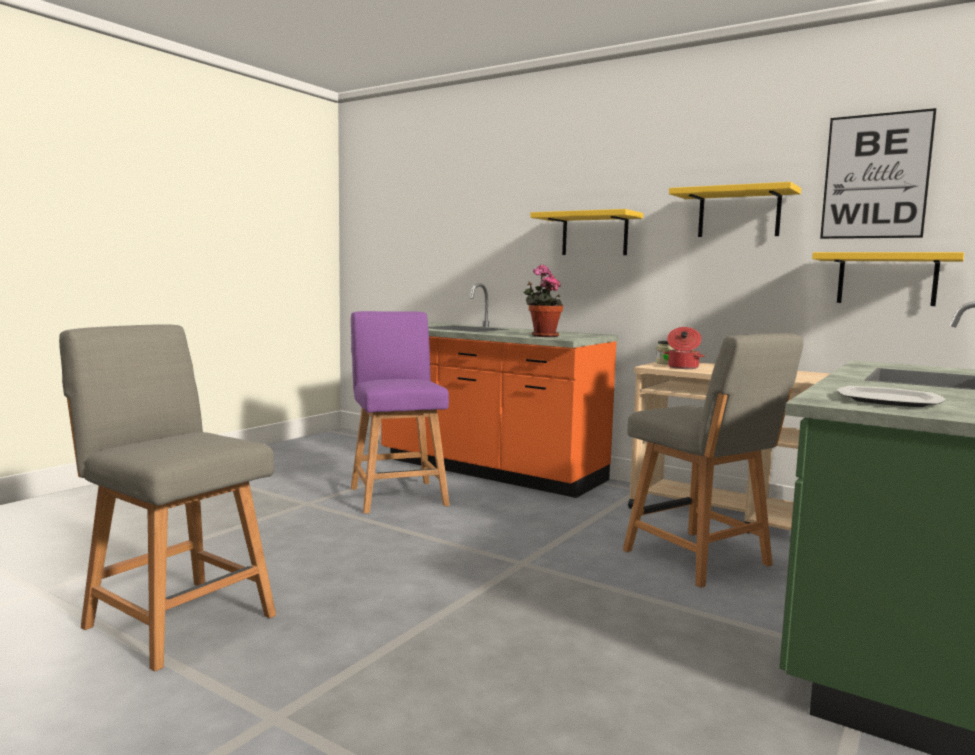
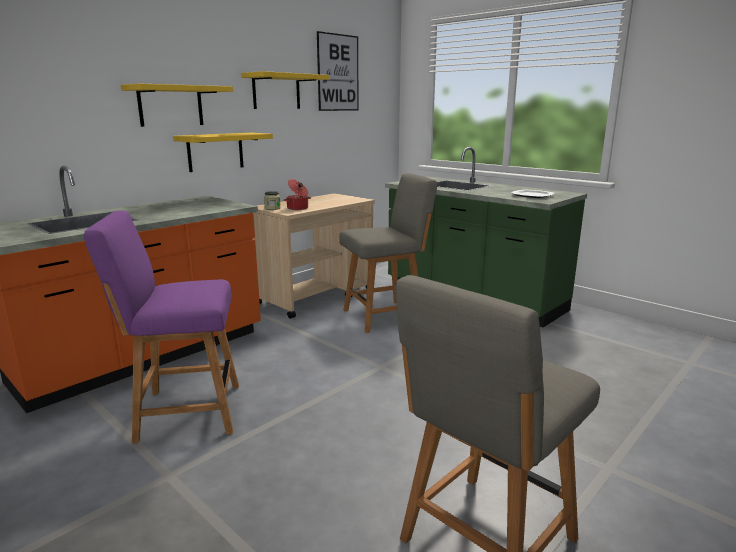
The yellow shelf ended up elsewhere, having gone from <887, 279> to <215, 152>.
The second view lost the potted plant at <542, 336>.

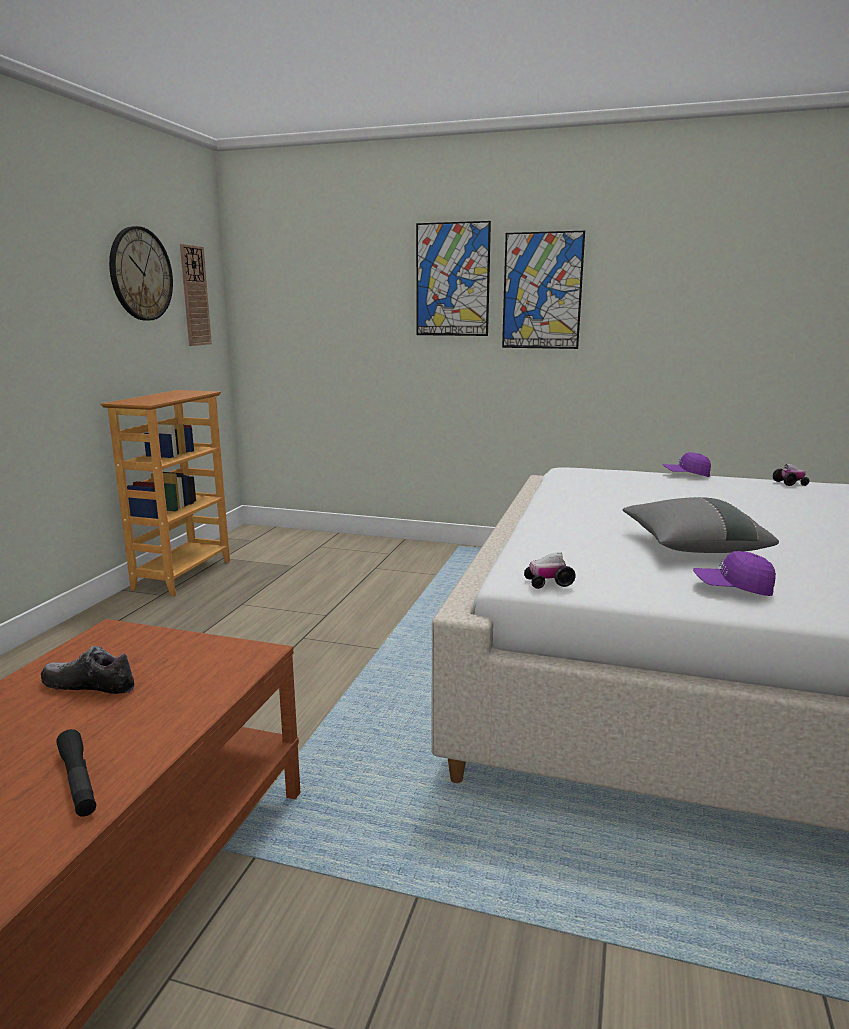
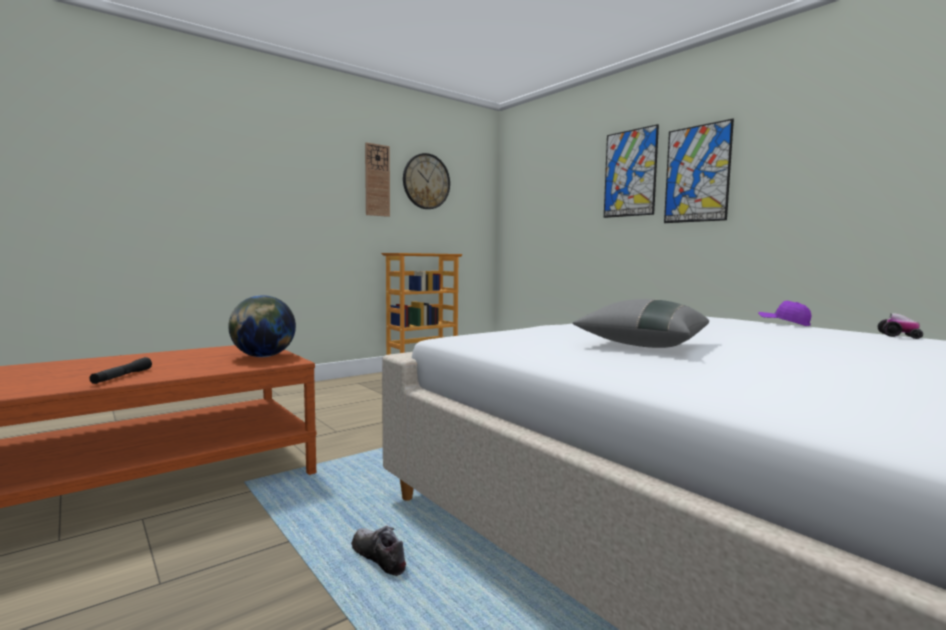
The second view gained the globe at <263, 356>.
The shoe ended up elsewhere, having gone from <88, 685> to <378, 557>.
The wall clock ended up elsewhere, having gone from <195, 296> to <377, 180>.
The second view lost the toy car at <548, 582>.
The second view lost the purple cap at <732, 588>.

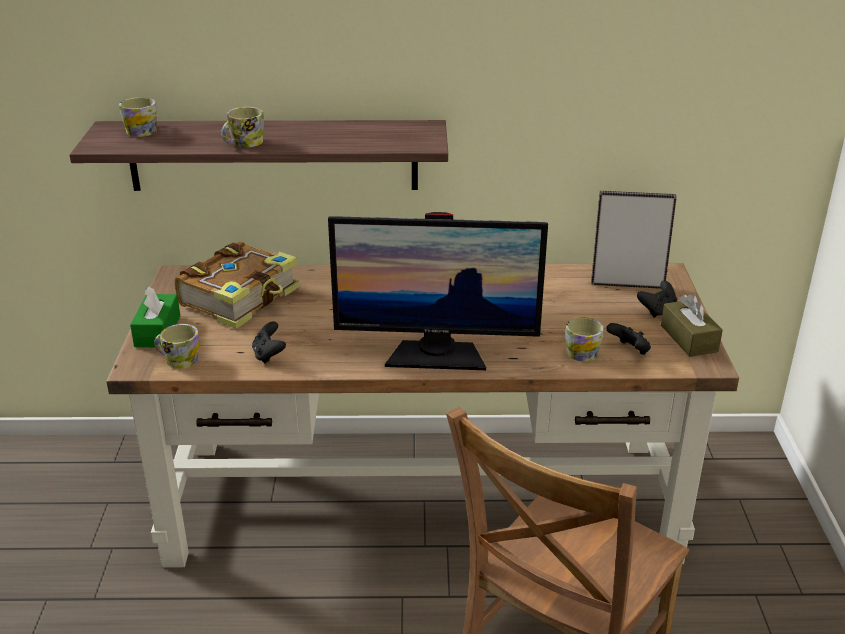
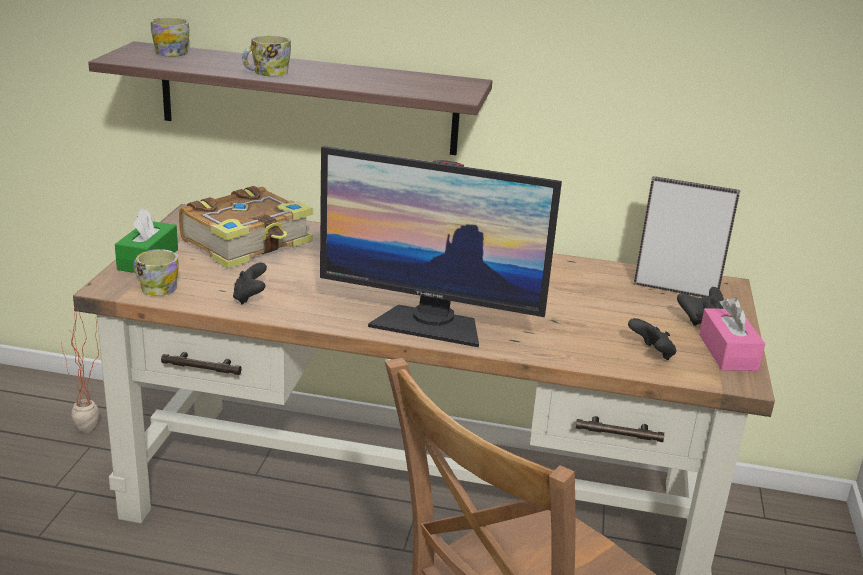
The second view gained the potted plant at <90, 434>.
What was the brown tissue box at <689, 338> turned into the pink tissue box at <727, 352>.
The second view lost the mug at <582, 351>.

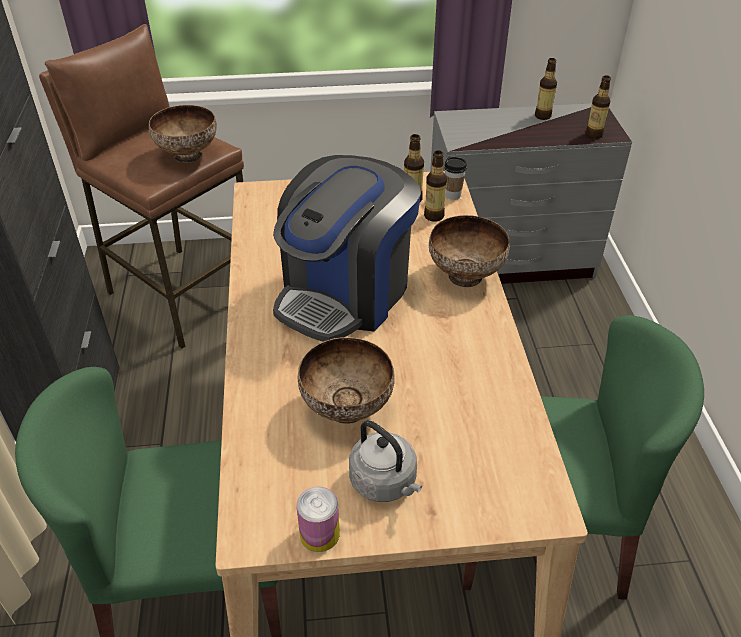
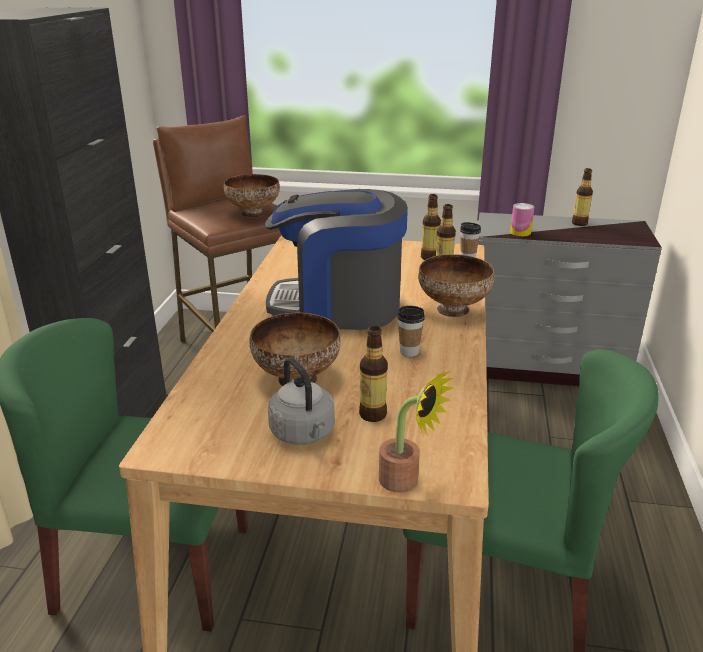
The coffee machine at <345, 293> ended up facing another way, 45 degrees clockwise from before.
The bottle ended up elsewhere, having gone from <593, 135> to <373, 415>.
The second view gained the potted plant at <406, 482>.
The second view gained the cup at <409, 352>.
The can ended up elsewhere, having gone from <319, 534> to <520, 232>.

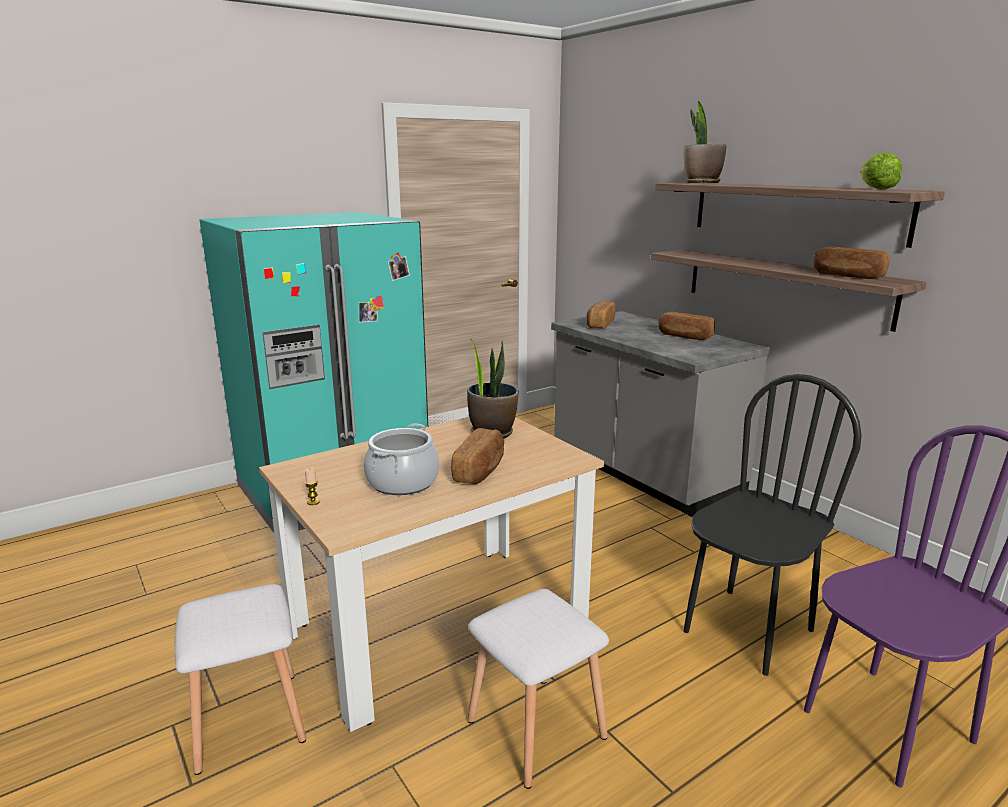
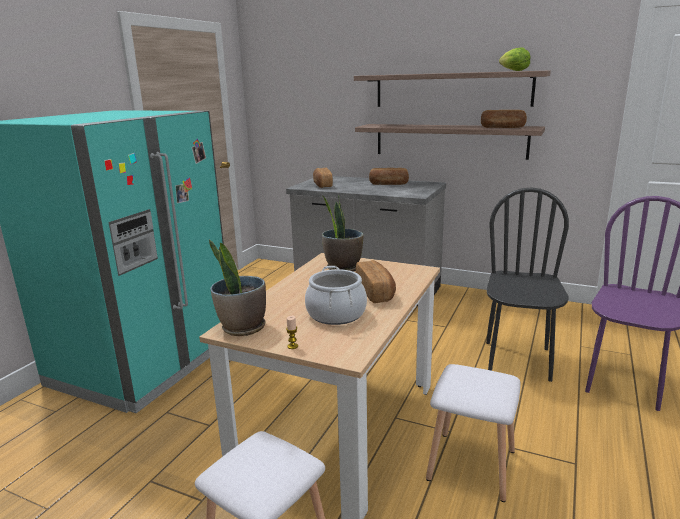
The potted plant ended up elsewhere, having gone from <701, 183> to <242, 328>.

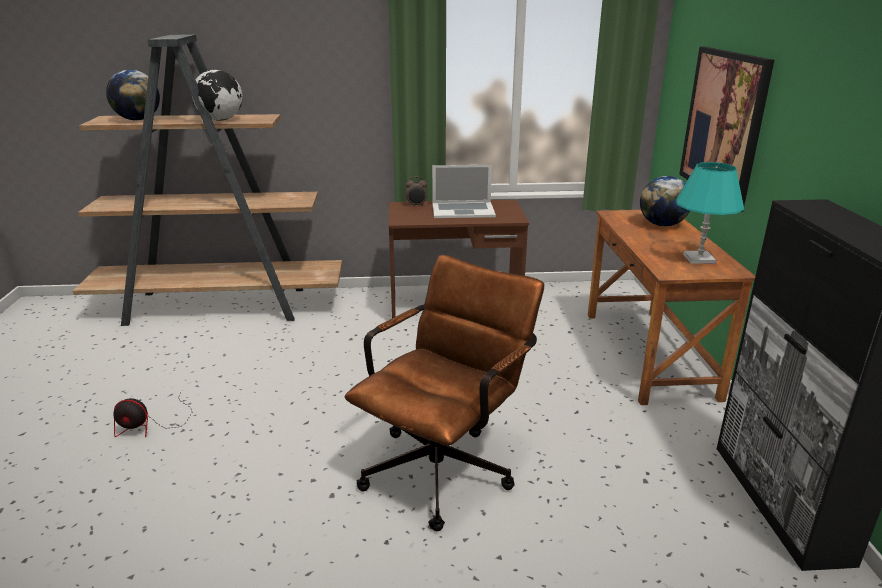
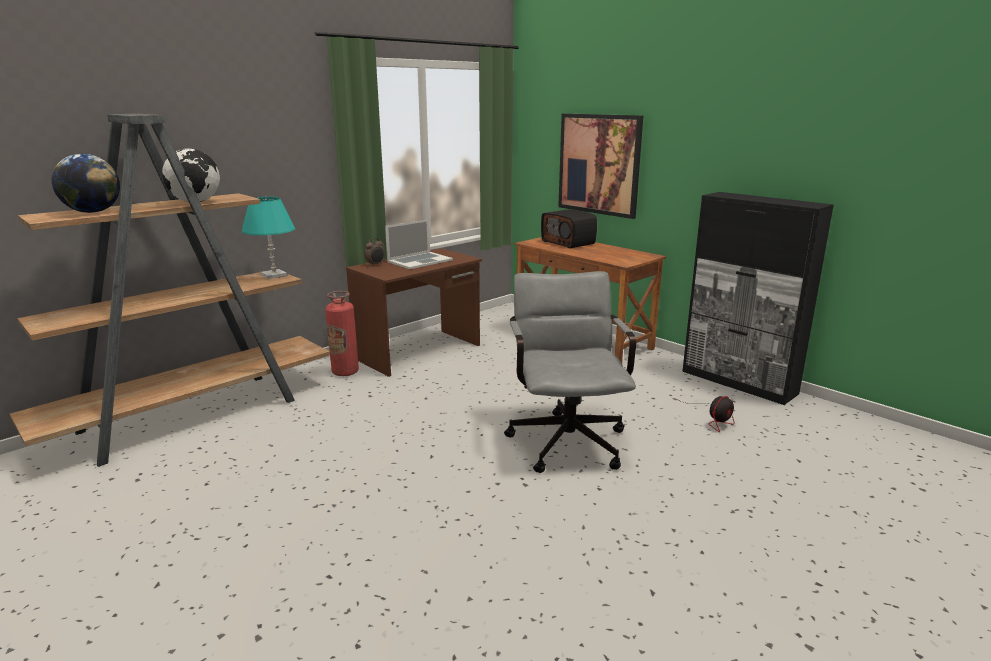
The turquoise table lamp ended up elsewhere, having gone from <699, 259> to <274, 275>.
The second view gained the fire extinguisher at <345, 372>.
What was the brown office chair at <445, 465> turned into the grey office chair at <566, 437>.
Where the globe stood at <662, 225>, the radio came to stand at <569, 242>.
The fan ended up elsewhere, having gone from <151, 424> to <715, 419>.

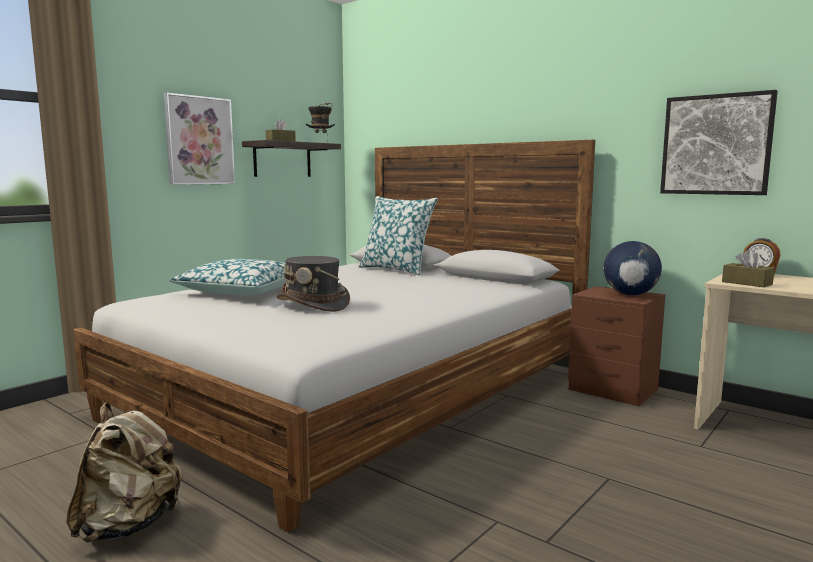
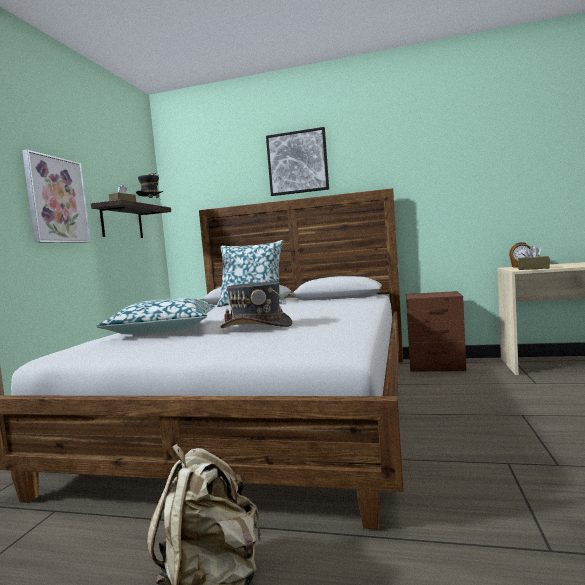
The picture ended up elsewhere, having gone from <716, 145> to <297, 162>.
The second view lost the globe at <630, 294>.

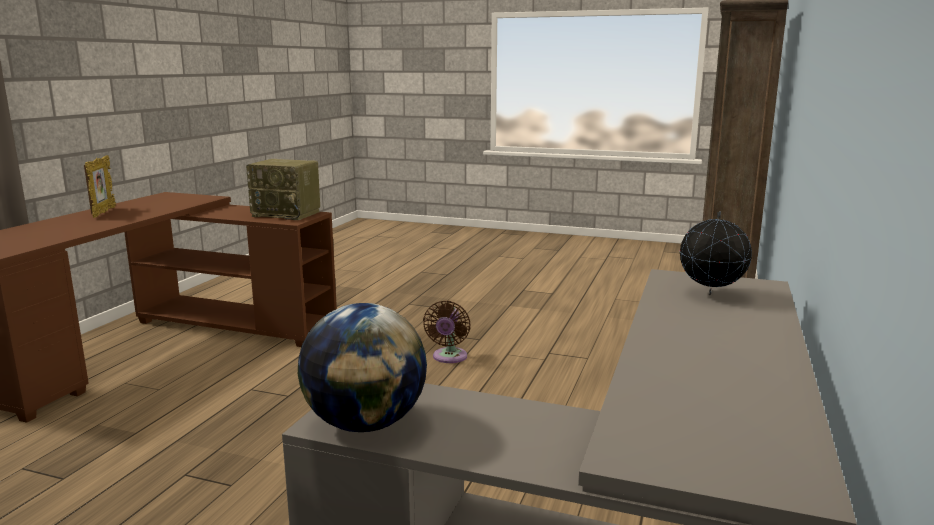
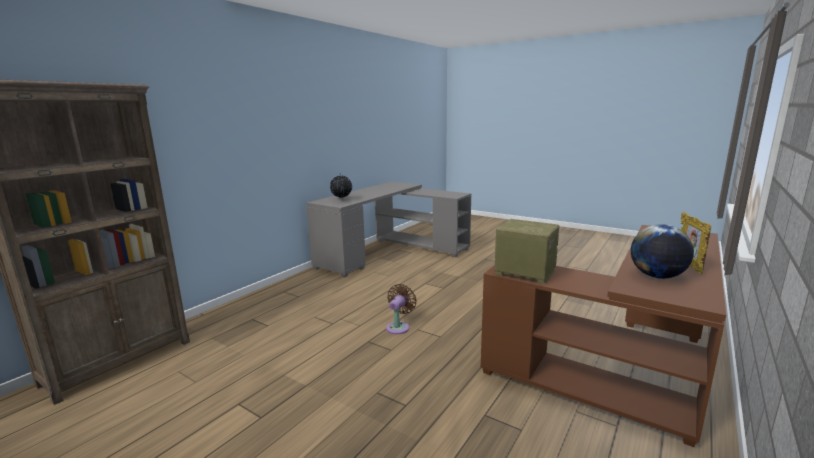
The globe ended up elsewhere, having gone from <365, 423> to <657, 276>.

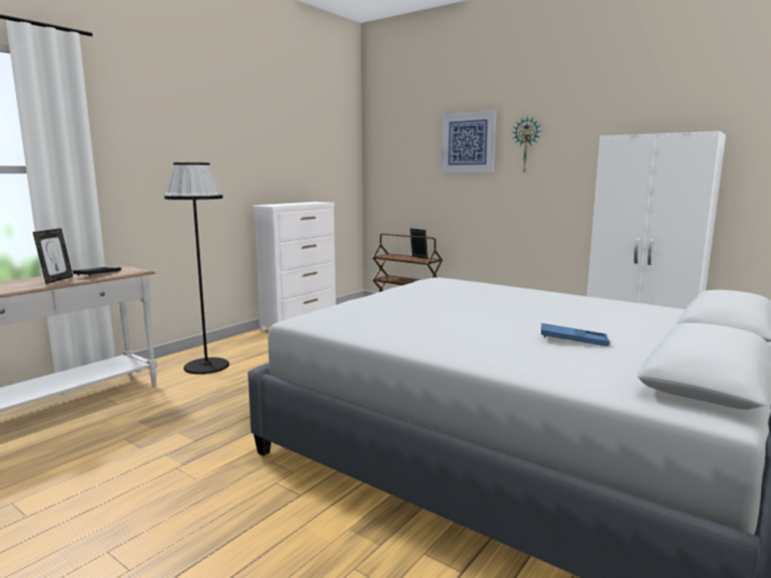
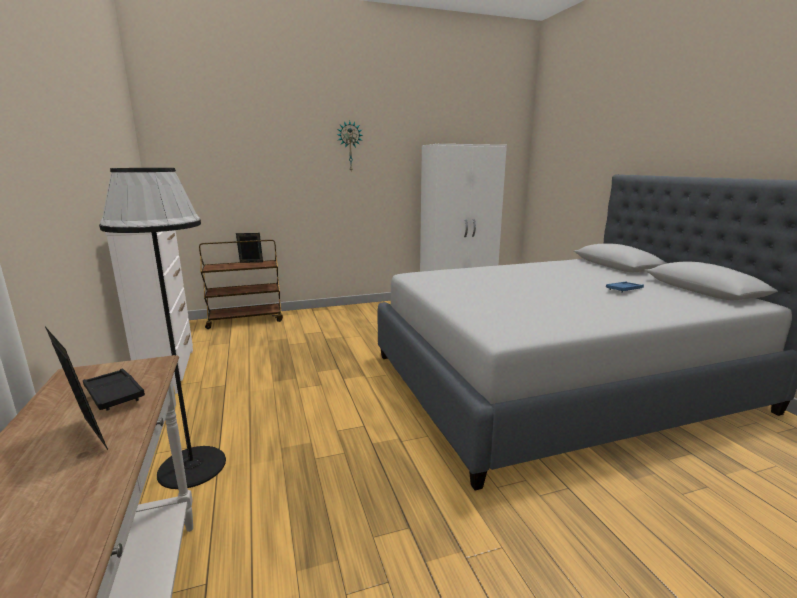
The second view lost the picture at <468, 142>.

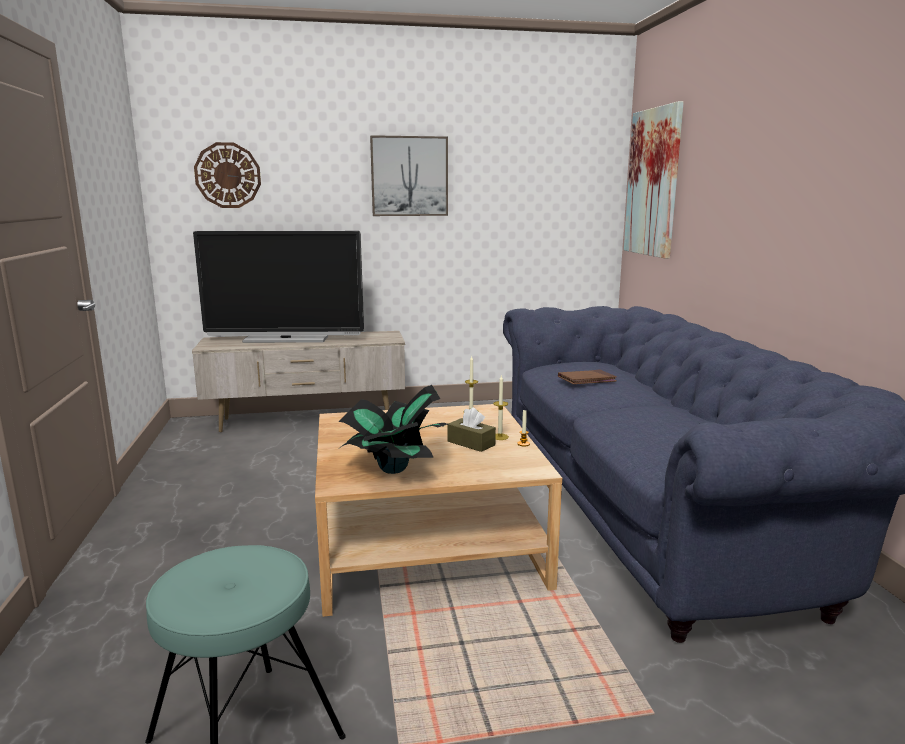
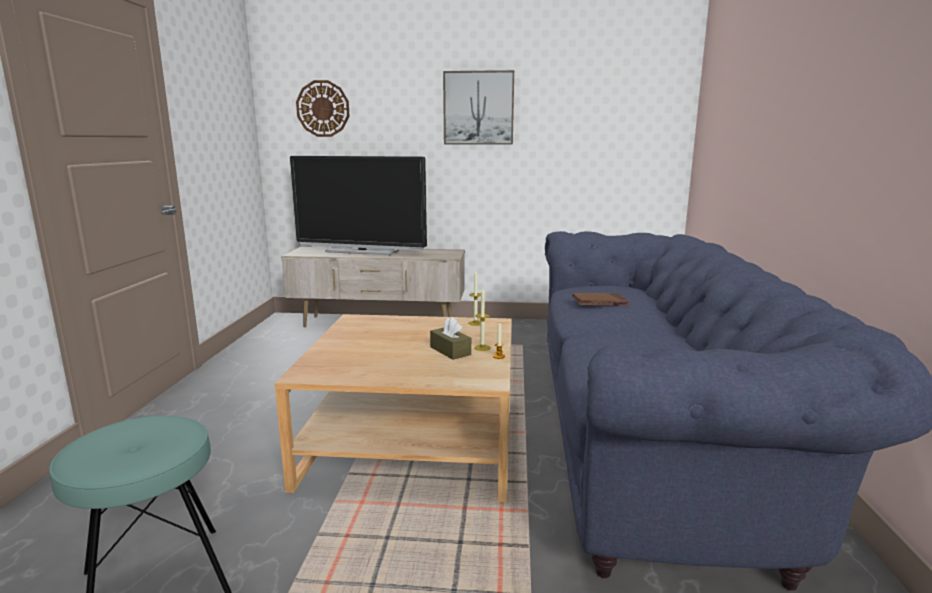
The second view lost the potted plant at <393, 469>.
The second view lost the picture at <653, 183>.

